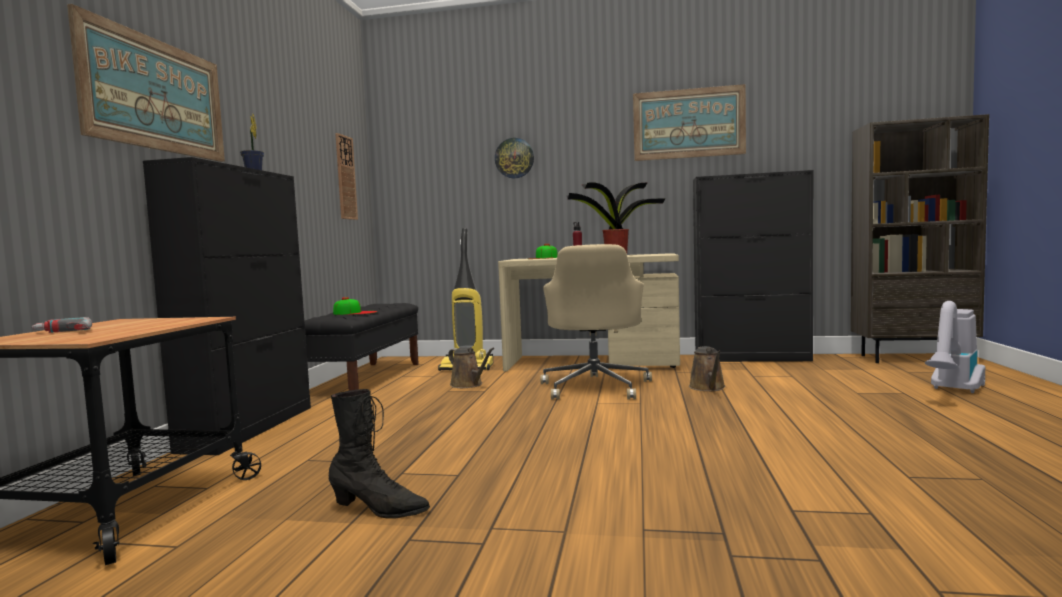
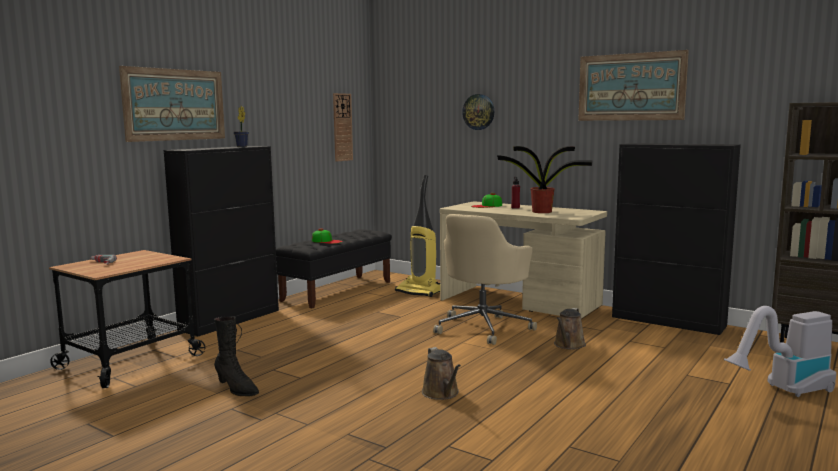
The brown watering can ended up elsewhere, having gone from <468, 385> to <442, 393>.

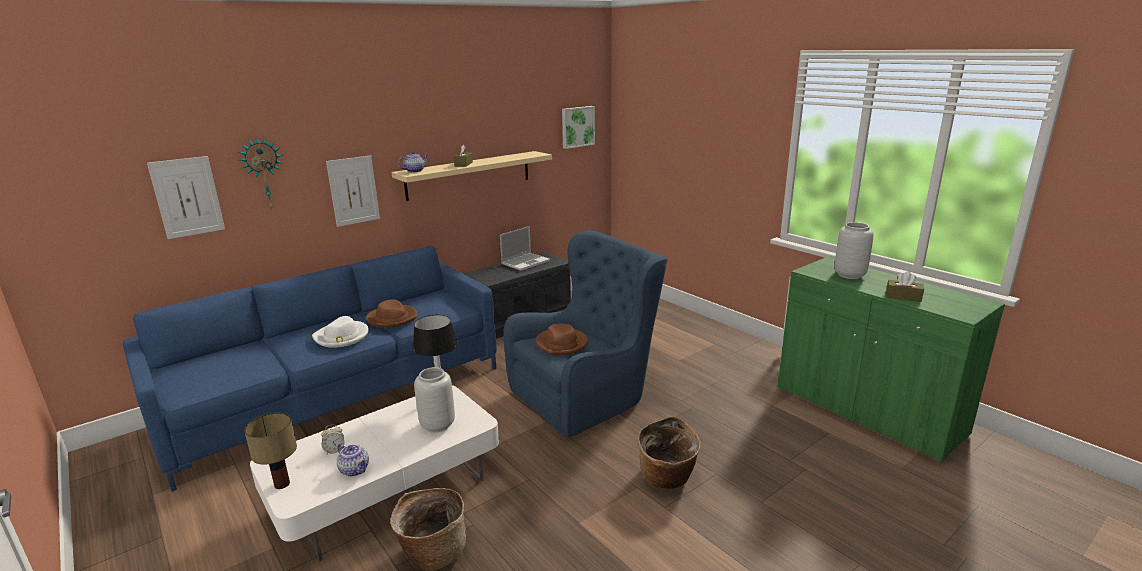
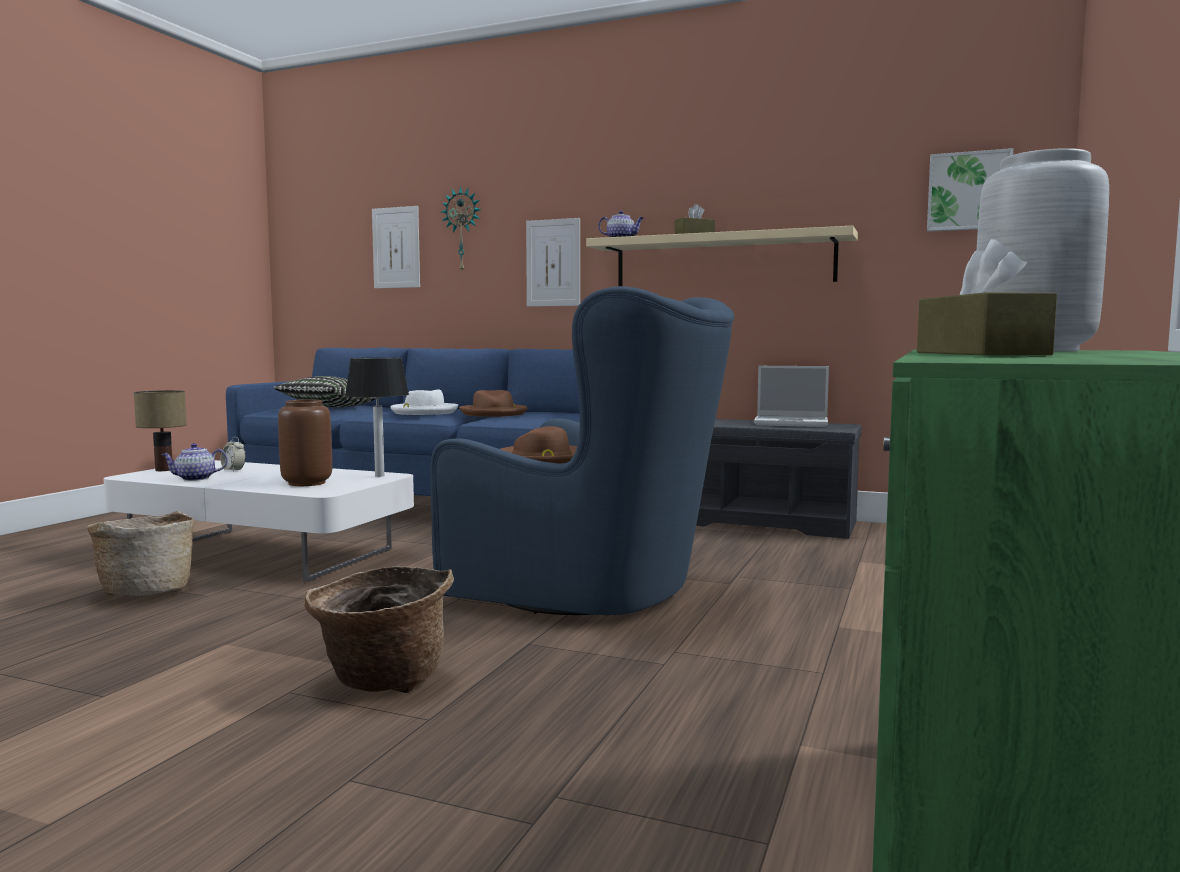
The teapot at <355, 470> ended up facing another way, 60 degrees clockwise from before.
The second view gained the pillow at <328, 408>.
What was the grey vase at <437, 425> turned into the brown vase at <305, 483>.

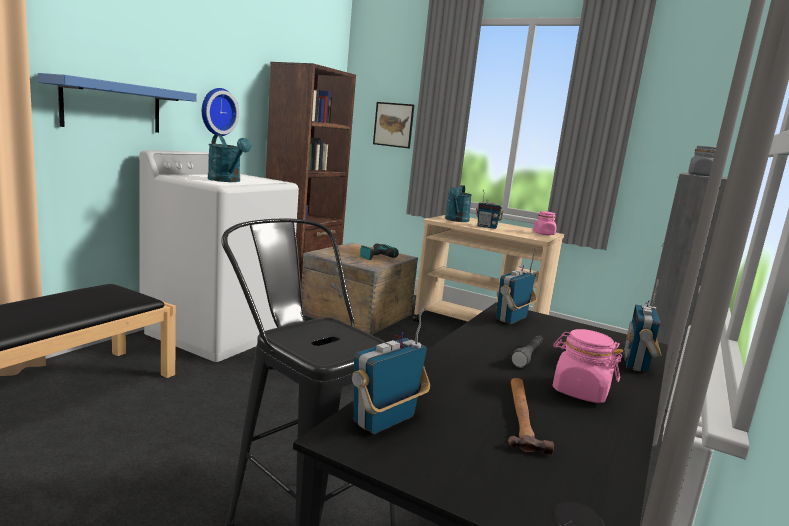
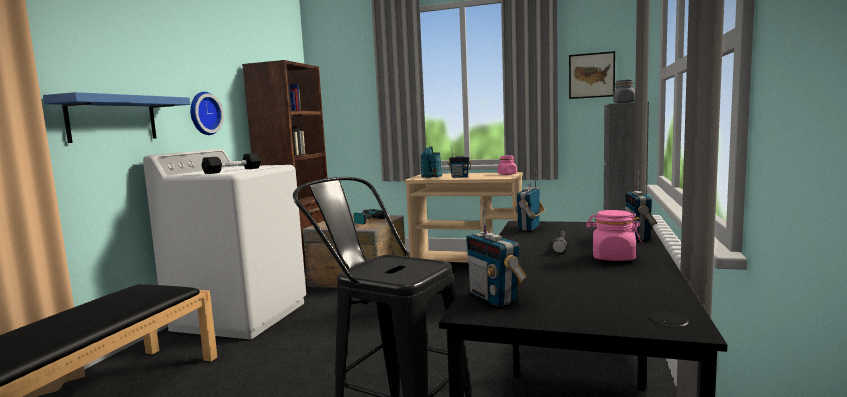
Where the turquoise watering can stood at <227, 181>, the black dumbbell came to stand at <233, 170>.
The radio at <385, 421> ended up facing another way, 60 degrees counterclockwise from before.
The picture ended up elsewhere, having gone from <393, 125> to <591, 75>.
The second view lost the hammer at <523, 416>.

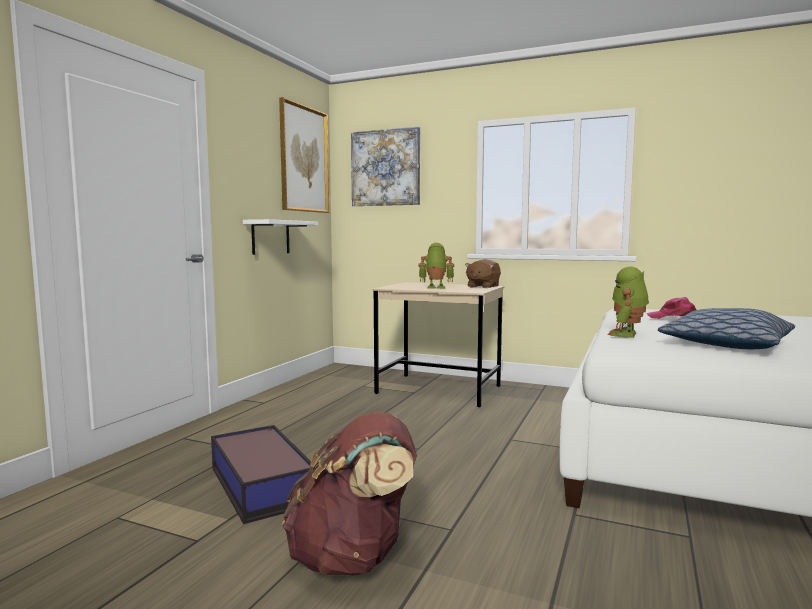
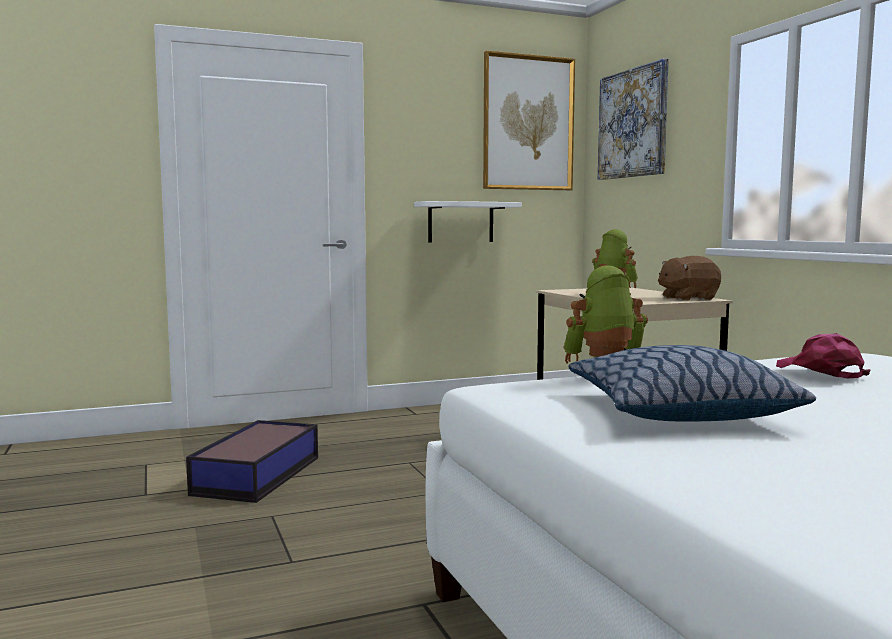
The second view lost the brown backpack at <353, 557>.

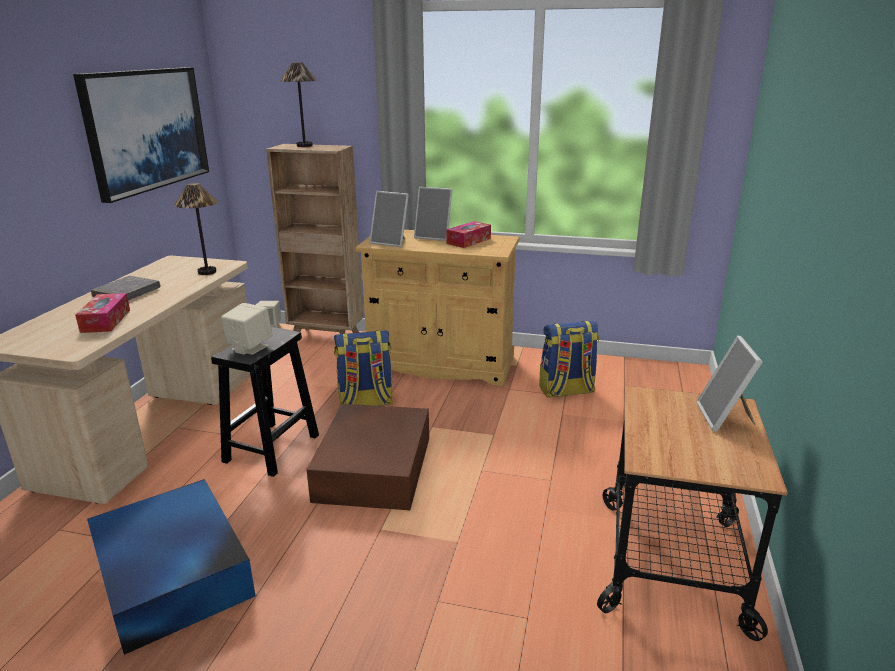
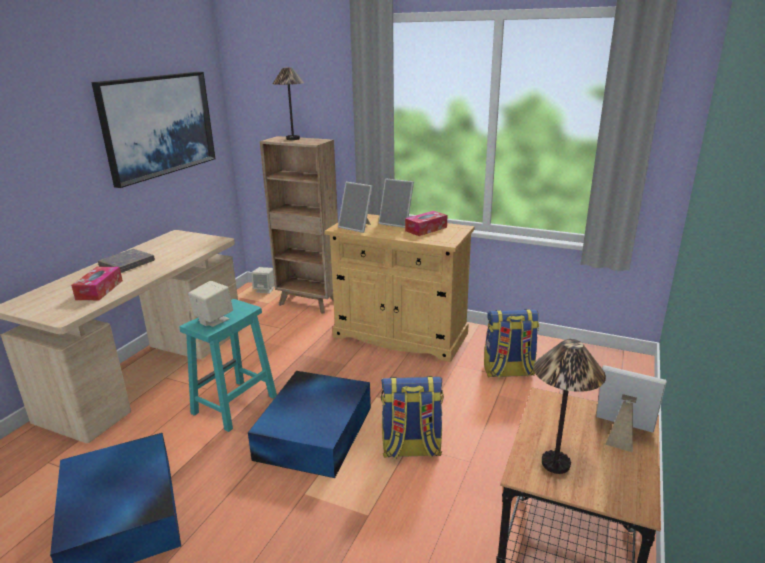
What was the black stool at <271, 449> turned into the turquoise stool at <234, 405>.
What was the brown storage box at <375, 467> turned into the blue storage box at <316, 431>.
The backpack ended up elsewhere, having gone from <365, 402> to <411, 449>.
The table lamp ended up elsewhere, having gone from <207, 272> to <556, 464>.
The picture frame at <725, 418> ended up facing another way, 105 degrees clockwise from before.

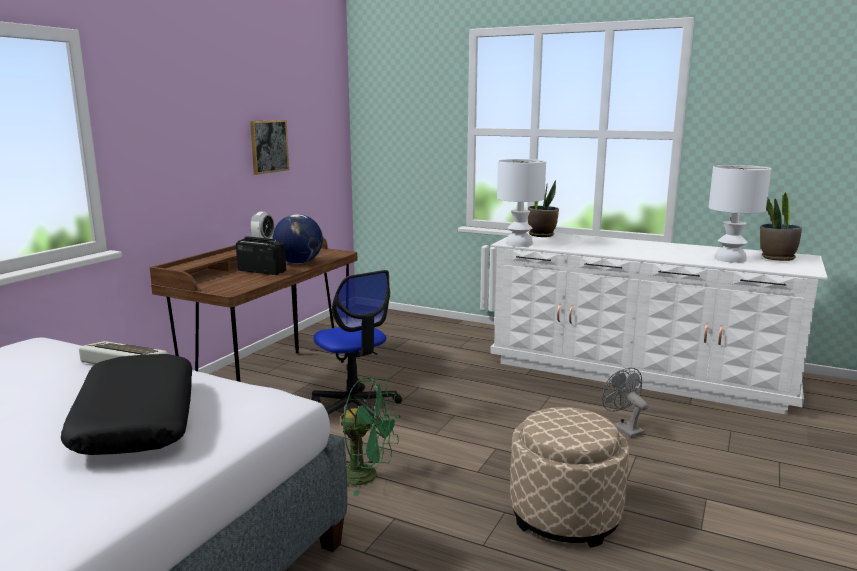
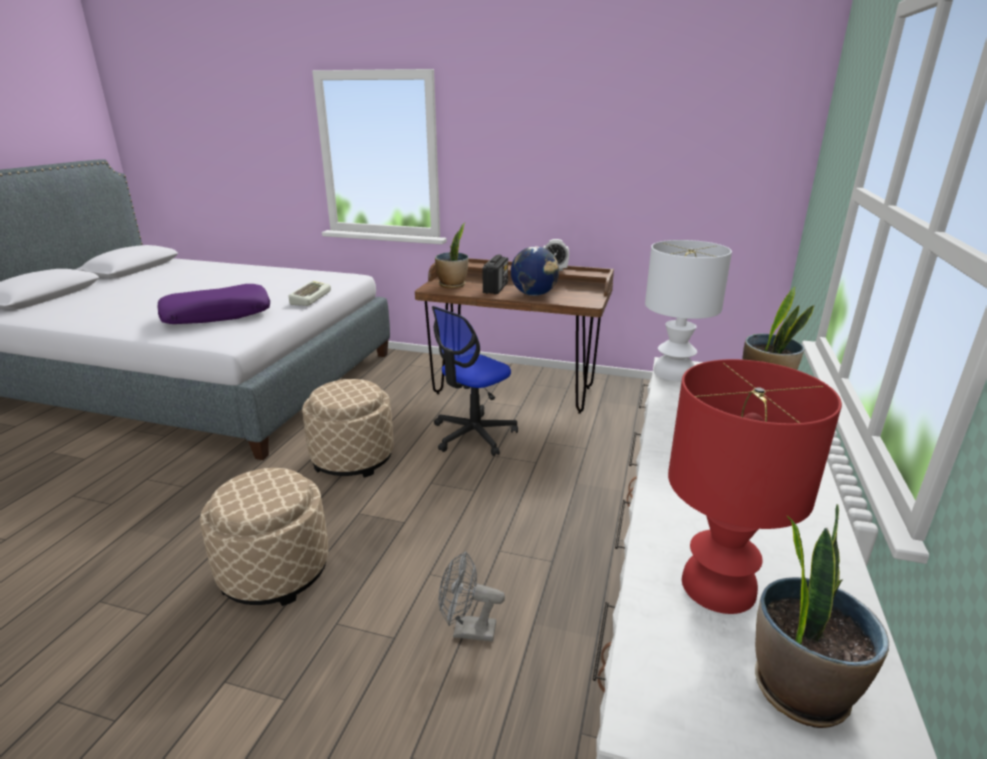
What was the black pillow at <136, 420> turned into the purple pillow at <217, 315>.
Where the green fan stood at <367, 476>, the beige ottoman came to stand at <353, 457>.
The second view gained the potted plant at <452, 285>.
The grey fan at <623, 428> ended up facing another way, 135 degrees counterclockwise from before.
What was the white table lamp at <731, 259> turned into the red table lamp at <717, 587>.
The second view lost the picture at <269, 146>.

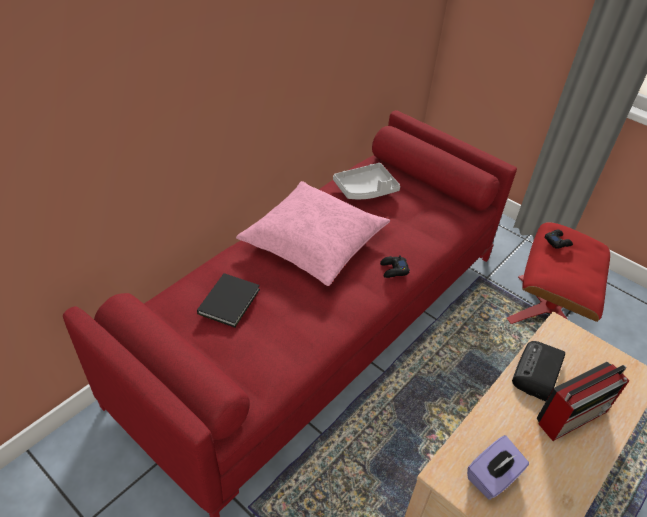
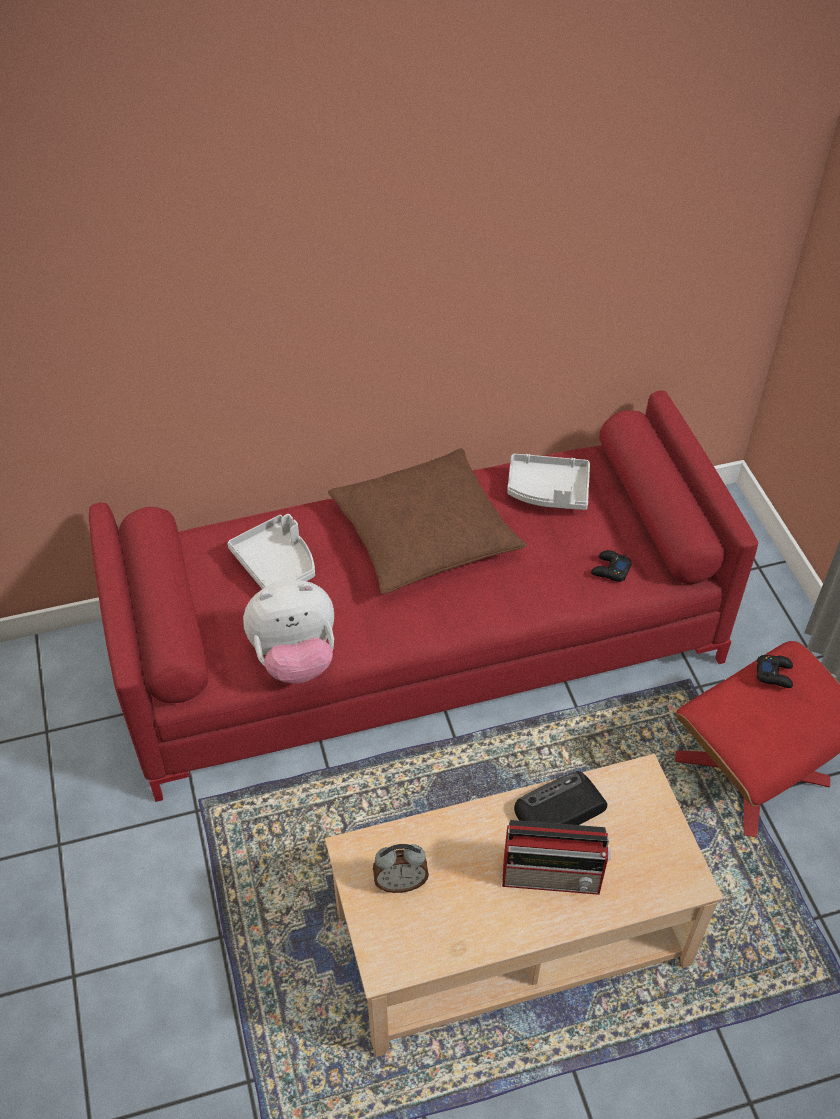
Where the black book stood at <231, 300>, the grey tray came to stand at <277, 564>.
The second view gained the plush toy at <295, 658>.
What was the pink pillow at <313, 242> turned into the brown pillow at <424, 534>.
Where the purple tissue box stood at <493, 477>, the alarm clock came to stand at <400, 882>.
The black game controller ended up elsewhere, having gone from <393, 270> to <610, 570>.

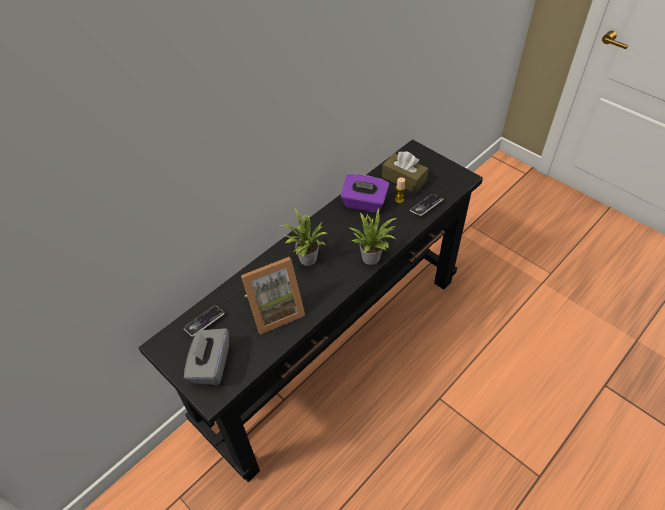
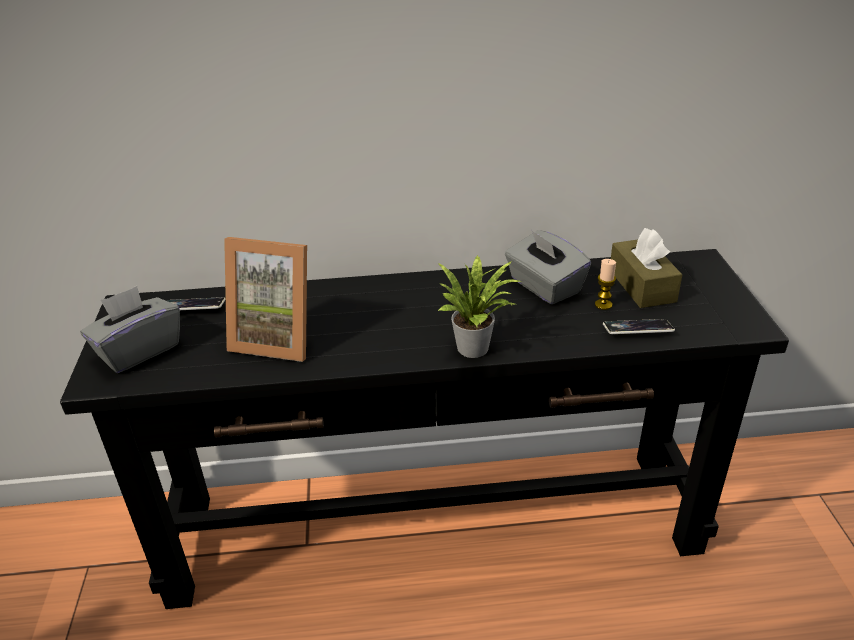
What was the purple tissue box at <364, 203> turned into the grey tissue box at <544, 286>.
The second view lost the potted plant at <306, 260>.

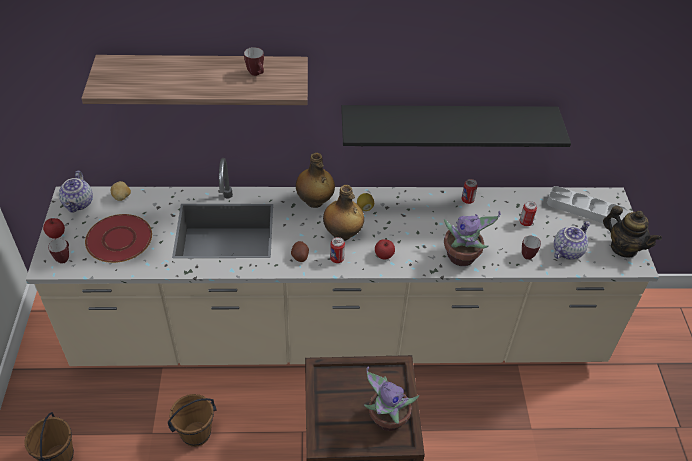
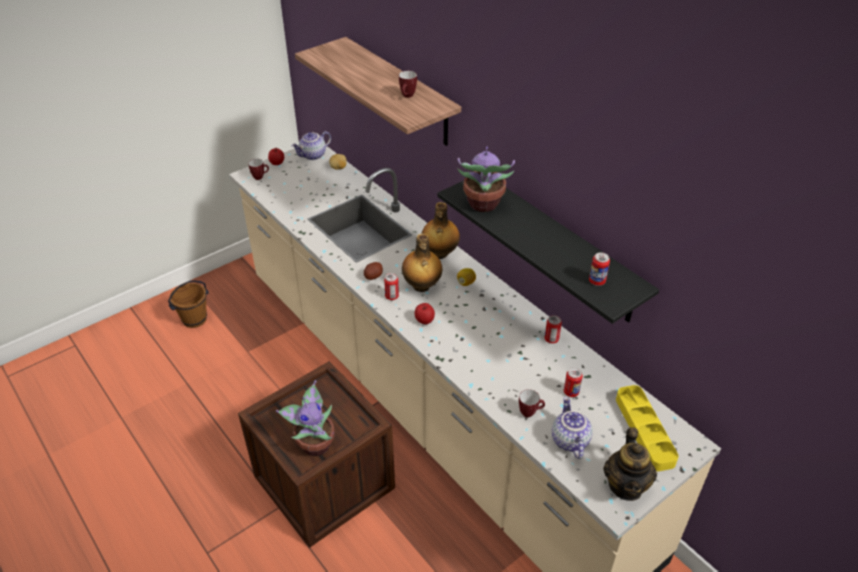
The potted plant ended up elsewhere, having gone from <462, 257> to <483, 205>.
The teapot at <567, 250> ended up facing another way, 105 degrees counterclockwise from before.
The second view gained the can at <597, 281>.
What was the grey tray at <585, 210> turned into the yellow tray at <644, 430>.
The second view lost the red plate at <119, 239>.
The second view lost the brown bucket at <196, 433>.

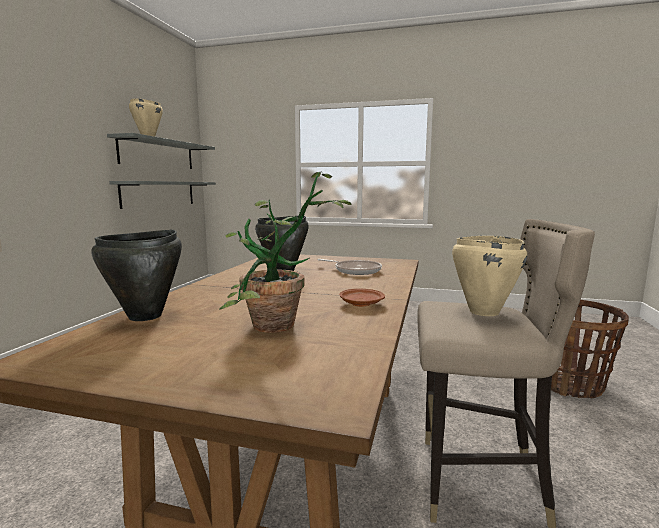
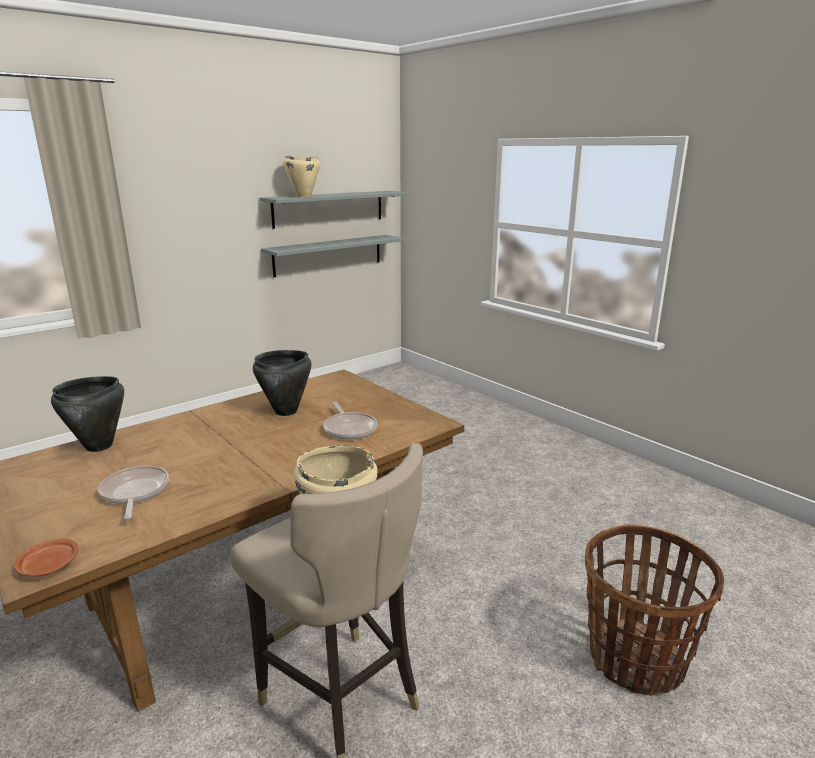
The brown plate ended up elsewhere, having gone from <361, 303> to <49, 565>.
Where the potted plant stood at <277, 329>, the frying pan came to stand at <134, 493>.

